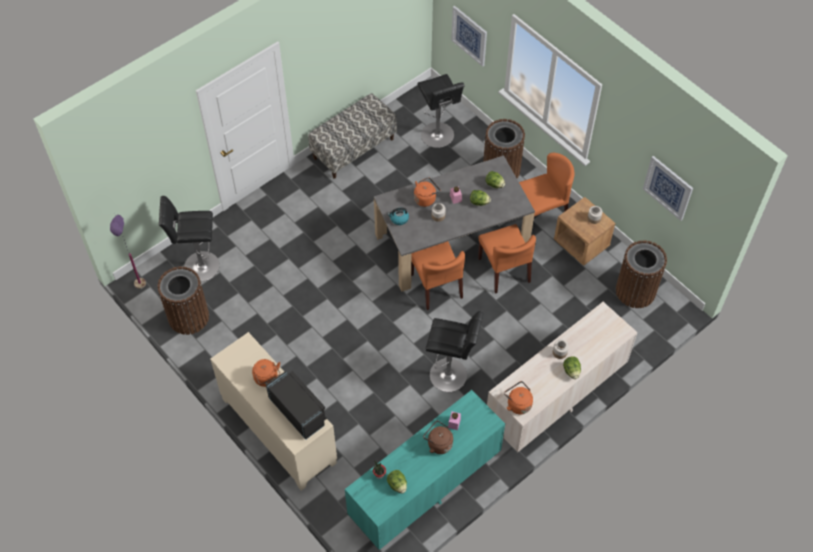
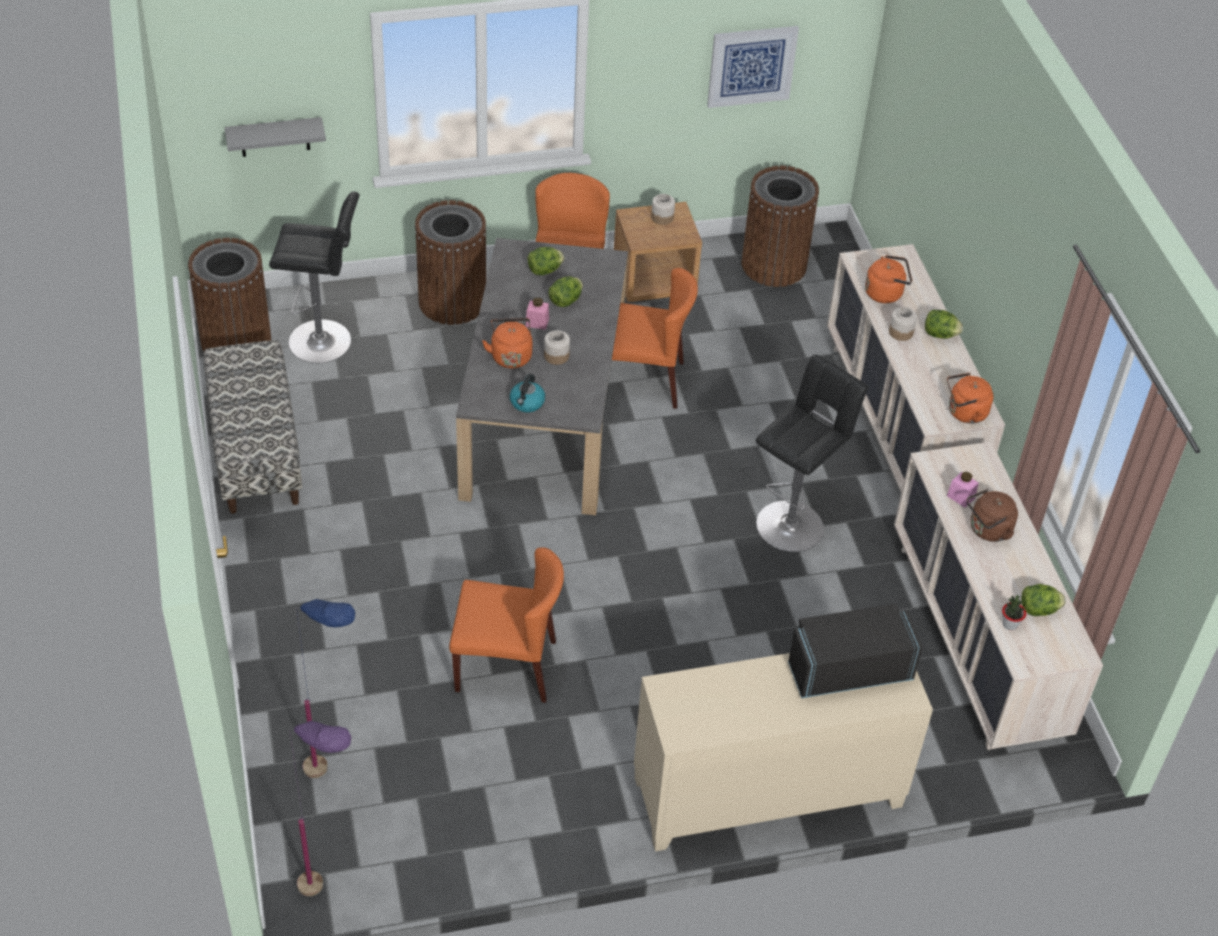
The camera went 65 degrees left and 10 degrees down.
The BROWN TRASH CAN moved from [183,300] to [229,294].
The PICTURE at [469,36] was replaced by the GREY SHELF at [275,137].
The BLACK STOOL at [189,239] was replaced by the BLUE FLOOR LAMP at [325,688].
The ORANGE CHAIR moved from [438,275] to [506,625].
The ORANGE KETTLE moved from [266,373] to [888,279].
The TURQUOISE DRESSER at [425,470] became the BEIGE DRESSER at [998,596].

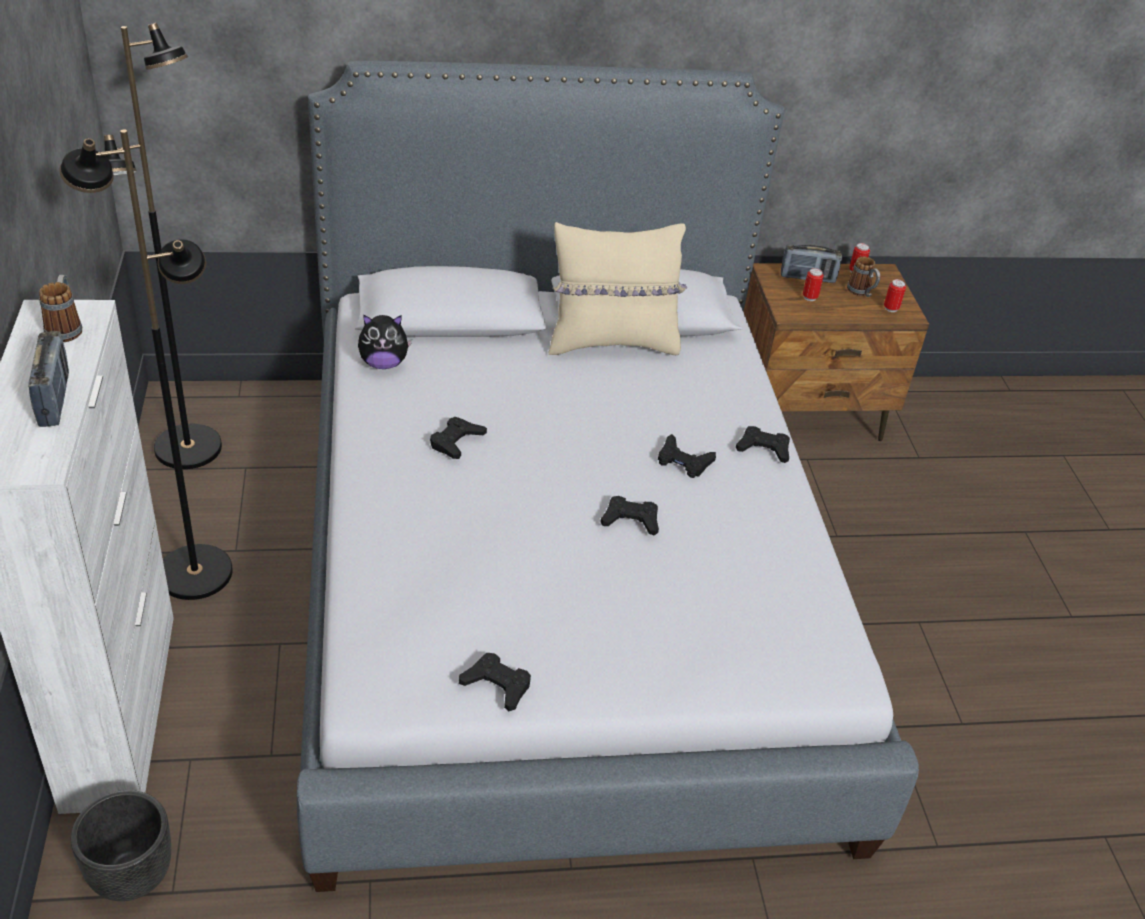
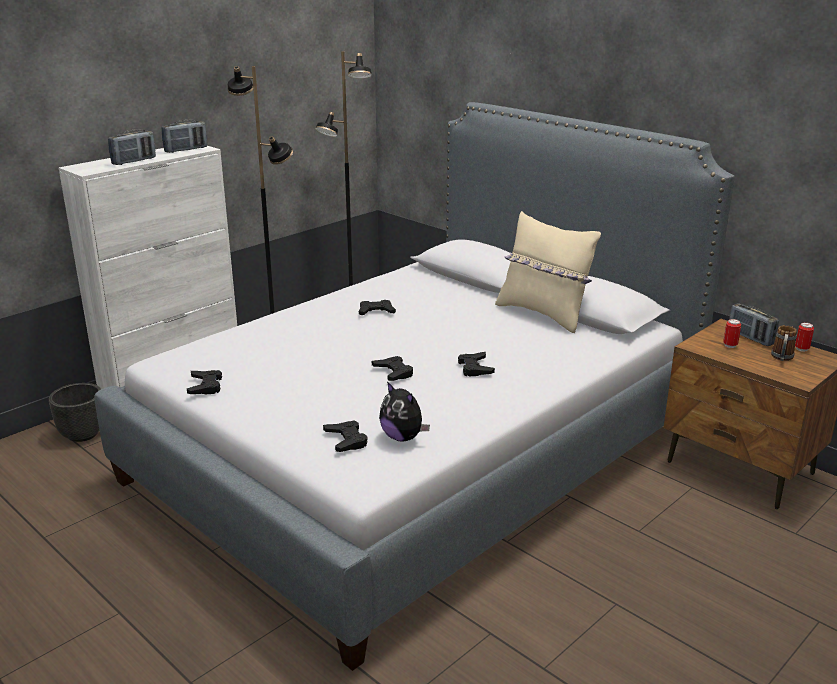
The camera went 55 degrees right and 15 degrees down.
The MUG at [60,308] was replaced by the RADIO at [184,136].
The BLACK GAME CONTROLLER moved from [763,444] to [345,436].
The PLUSH TOY moved from [385,342] to [404,411].
The CAN at [895,295] disappeared.

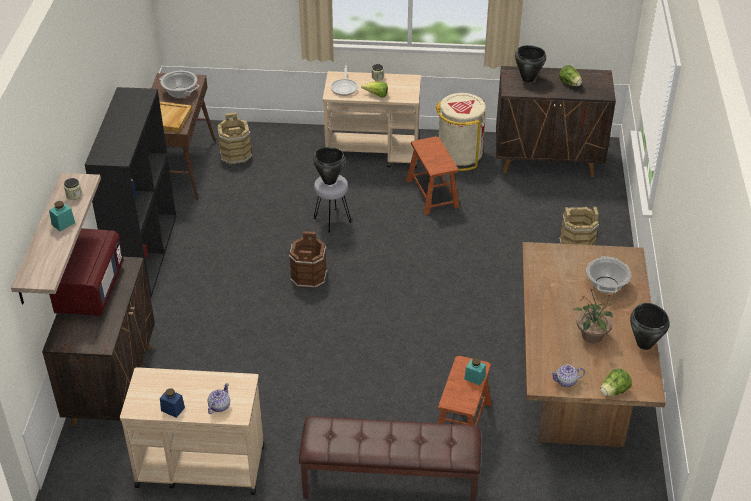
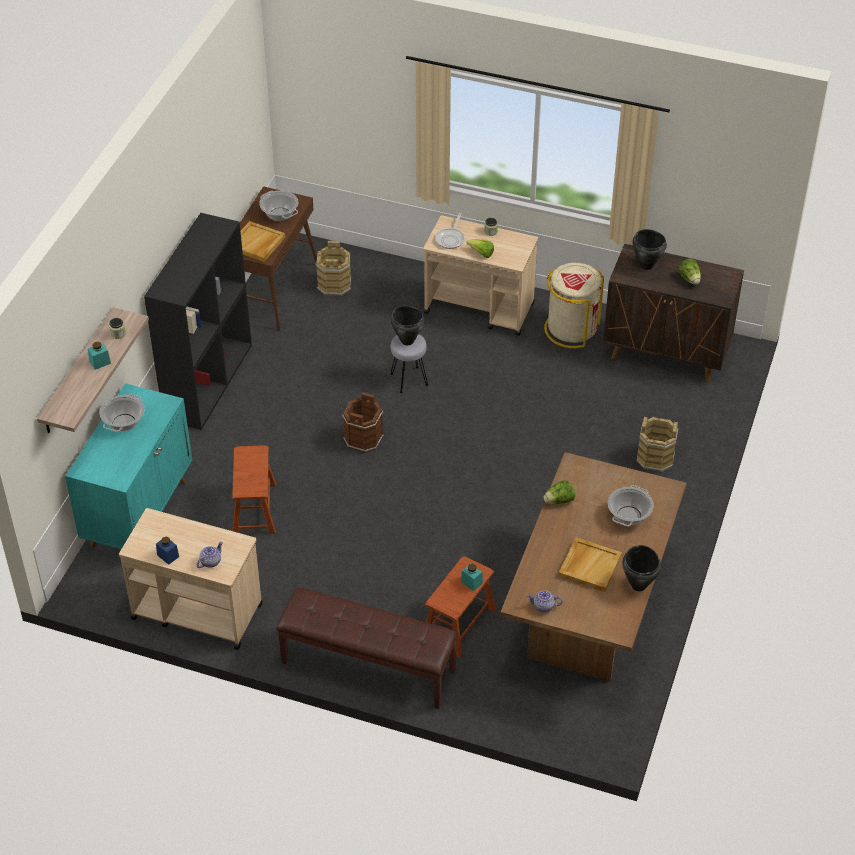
The camera went 15 degrees right and 5 degrees up.
The BROWN CABINET at [98,341] became the TURQUOISE CABINET at [128,466].
The RED MICROWAVE at [86,272] was replaced by the COOKING POT at [122,413].
The BROWN STOOL moved from [433,175] to [254,489].
The LETTUCE moved from [616,382] to [559,492].
The POTTED PLANT at [593,315] was replaced by the BEIGE TRAY at [590,565].

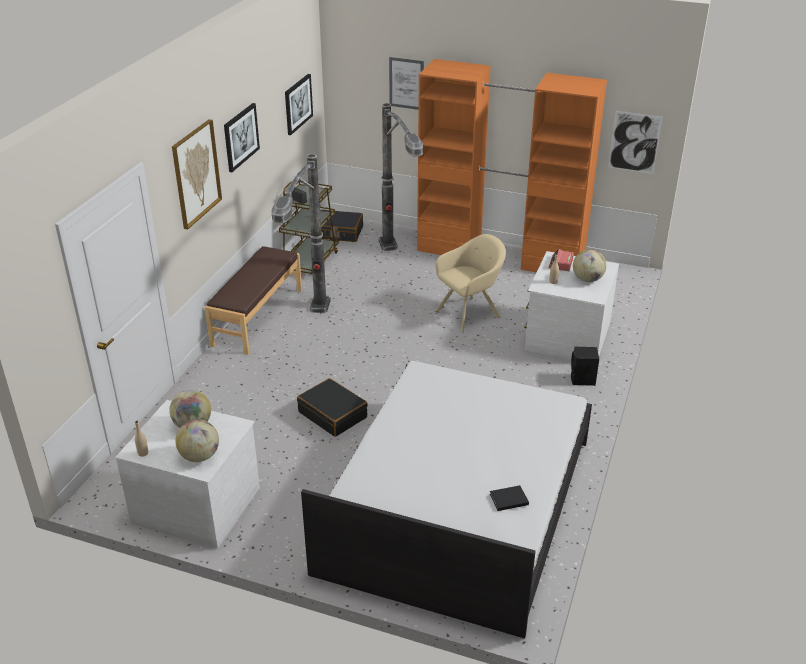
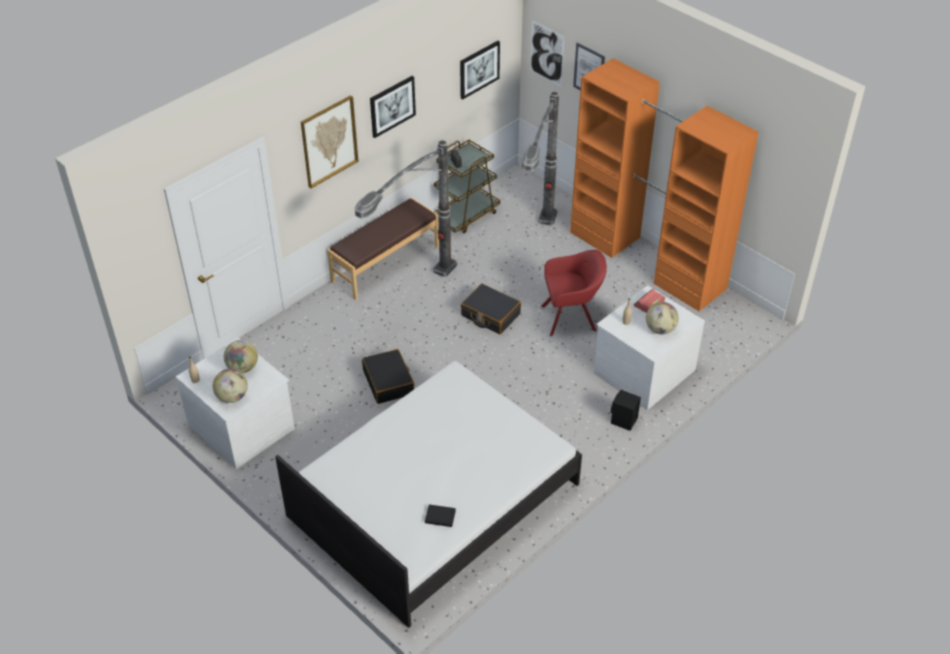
The camera went 25 degrees right and 10 degrees up.
The BLACK SUITCASE moved from [342,226] to [491,308].
The PICTURE moved from [635,142] to [547,53].
The BEIGE ARMCHAIR at [470,283] became the RED ARMCHAIR at [574,293].

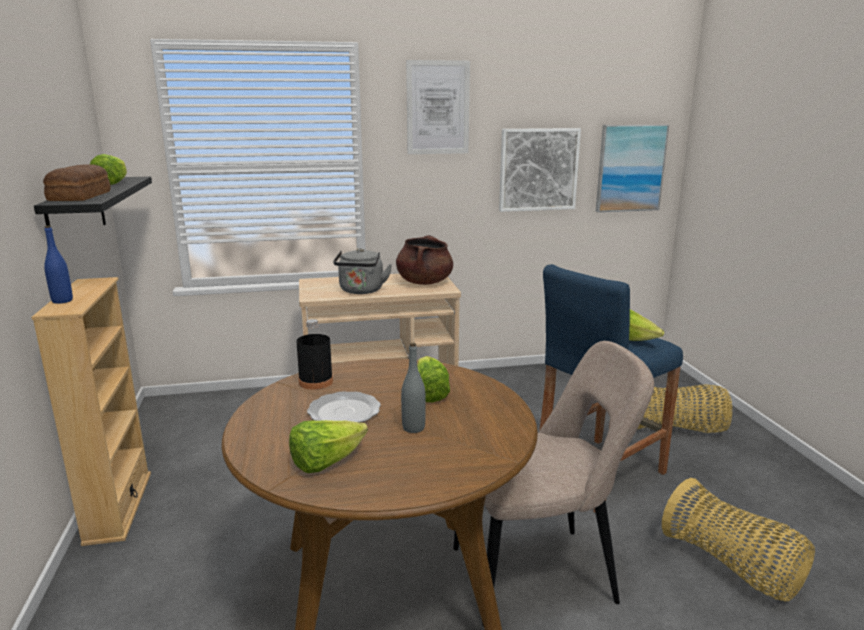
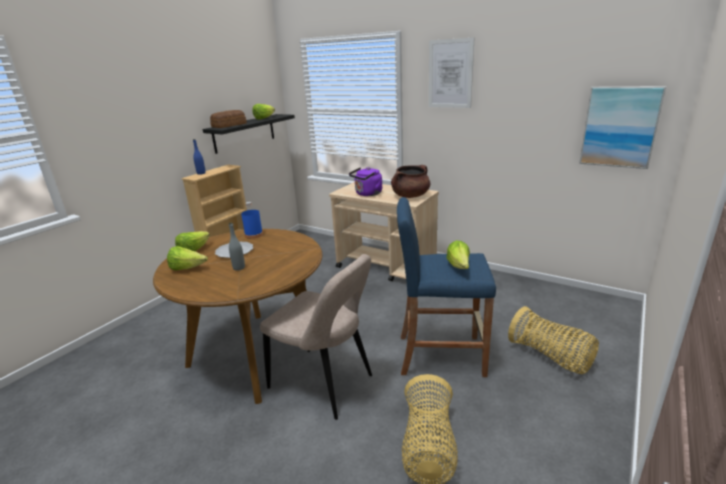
The camera went 45 degrees right and 5 degrees up.
The LETTUCE moved from [433,379] to [192,241].
The BLACK BOTTLE at [314,354] became the BLUE BOTTLE at [252,220].
The GREY KETTLE at [362,271] became the PURPLE KETTLE at [365,181].
The PICTURE at [540,170] disappeared.

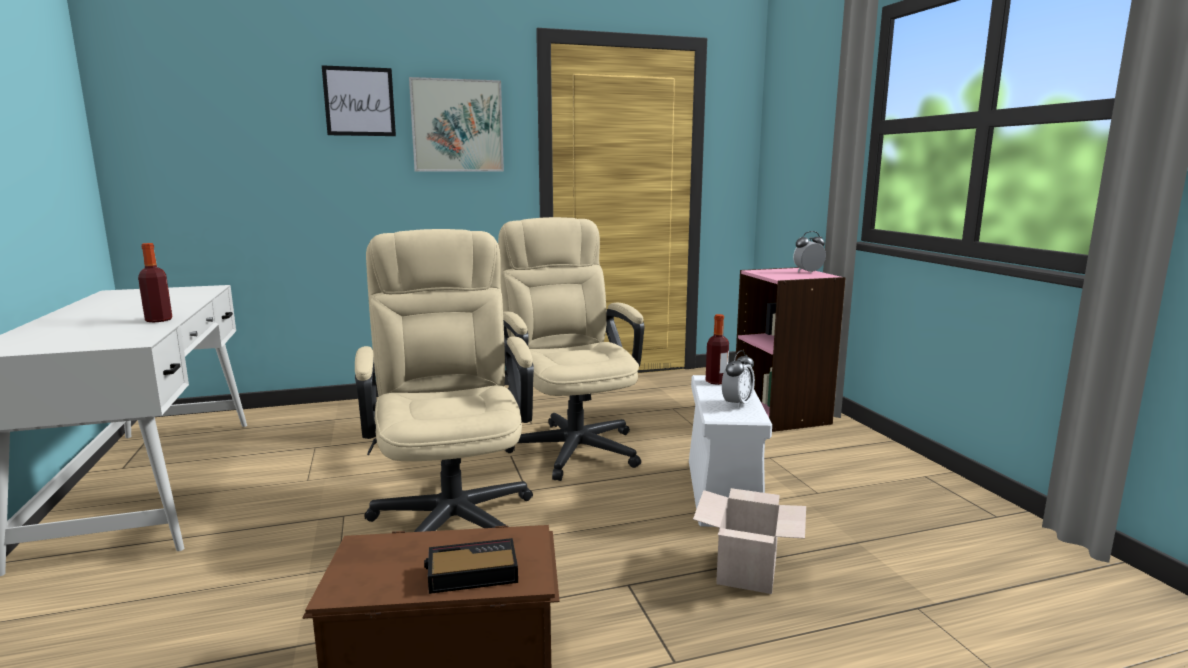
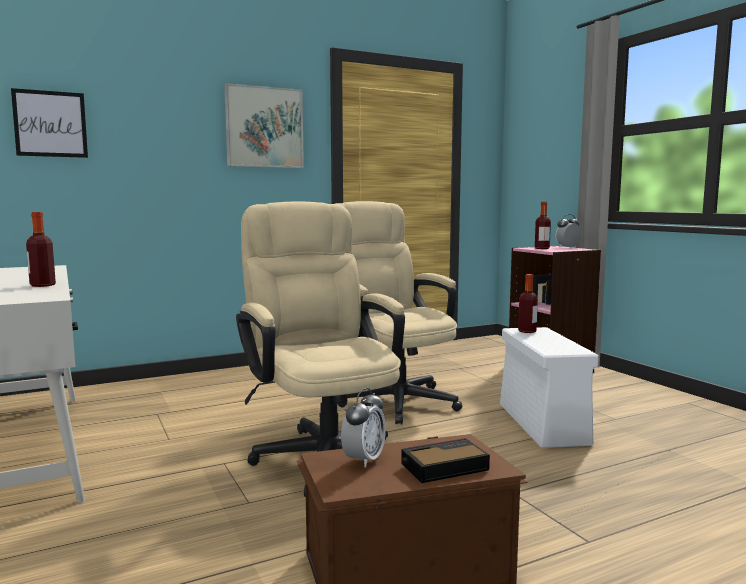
The camera went 10 degrees left and 5 degrees down.
The PICTURE moved from [359,100] to [49,123].
The ALARM CLOCK moved from [738,379] to [363,428].
The BOTTLE at [543,225] appeared.
The CARDBOARD BOX at [749,541] disappeared.

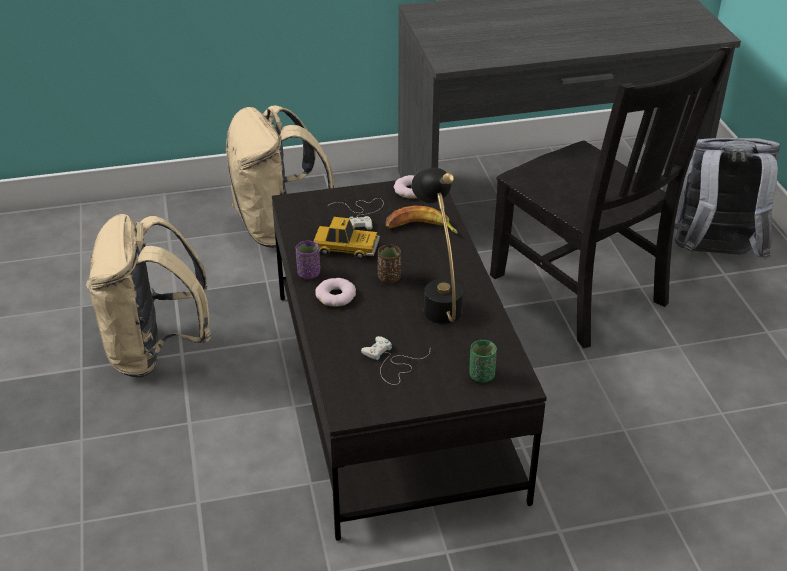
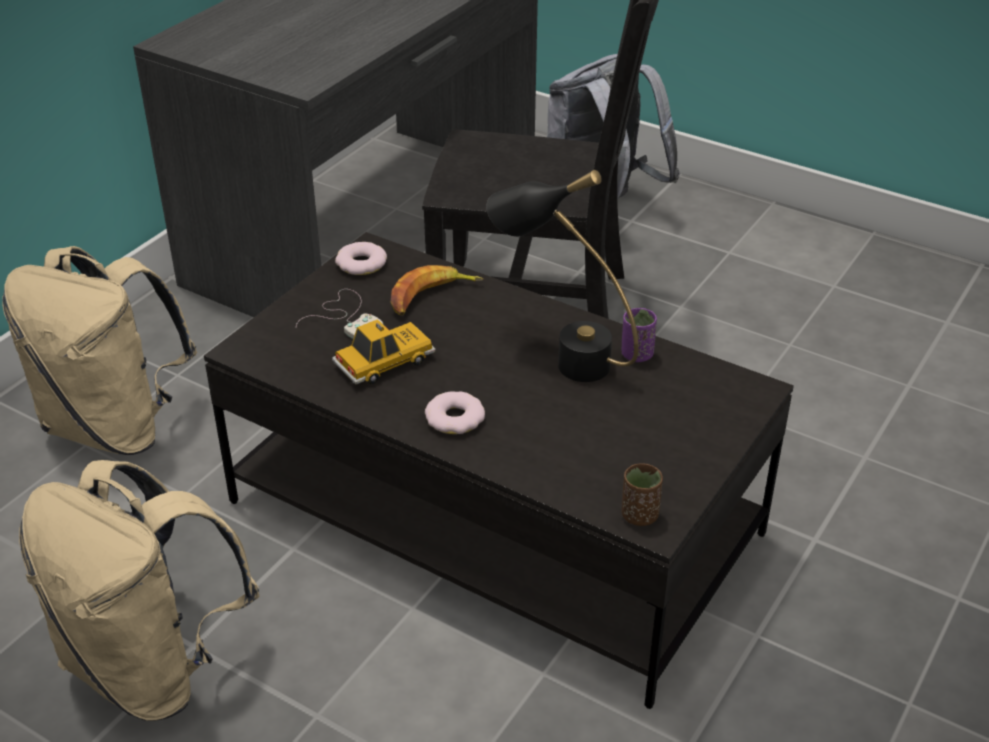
The camera went 45 degrees left and 0 degrees up.
The PURPLE CUP moved from [308,260] to [639,335].
The BROWN CUP moved from [389,264] to [642,494].
The WHITE GAME CONTROLLER at [395,360] disappeared.
The GREEN CUP at [483,361] disappeared.

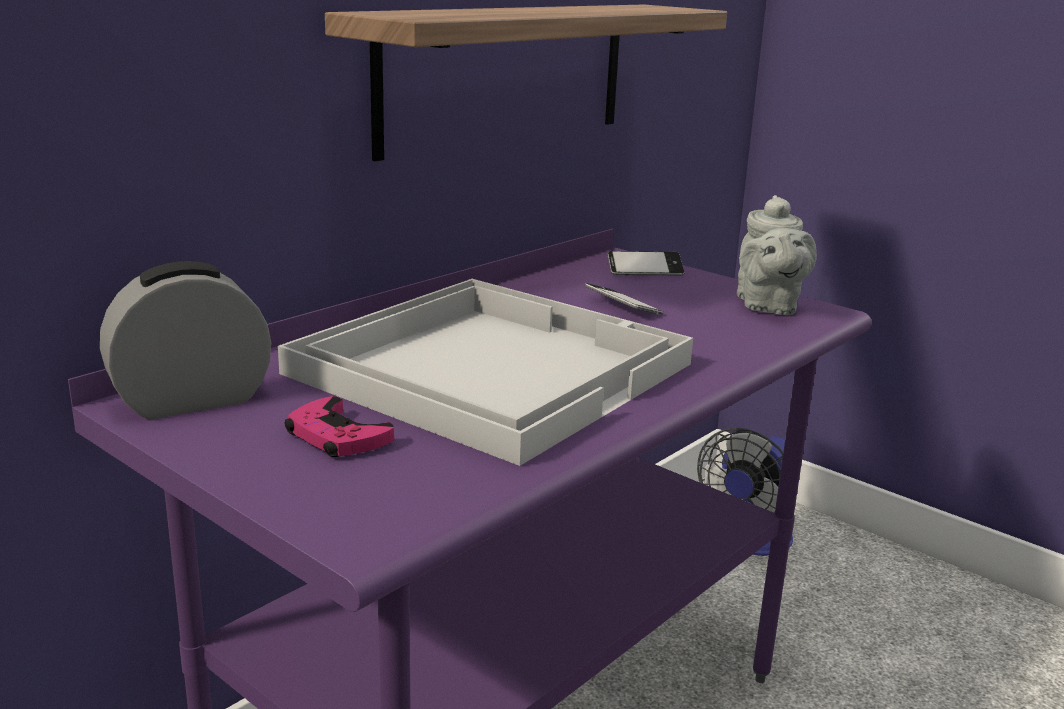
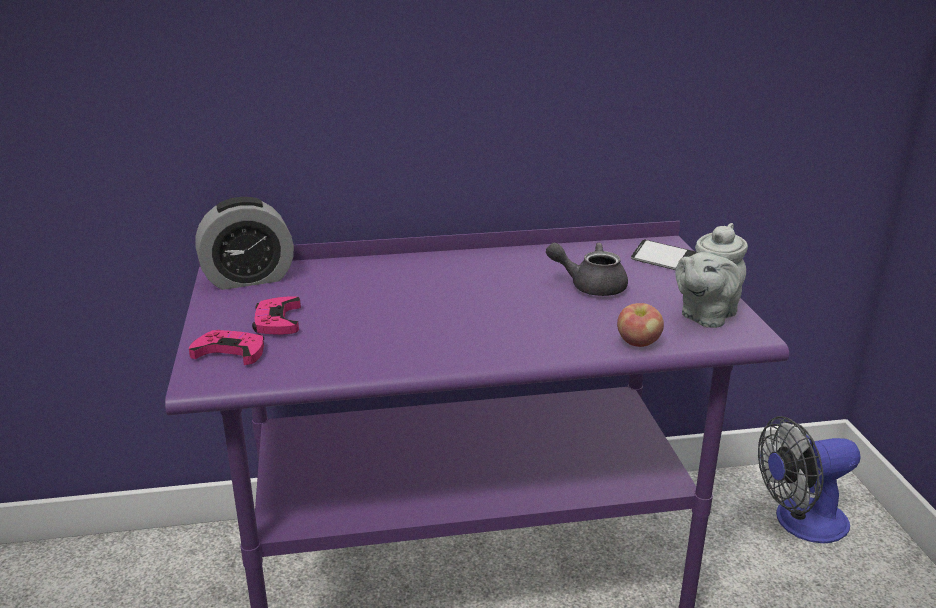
The camera went 40 degrees right and 5 degrees up.
The PINK GAME CONTROLLER at [226,347] appeared.
The ALARM CLOCK at [185,340] turned 150 degrees clockwise.
The PHONE at [624,299] was replaced by the GREY TEAPOT at [587,269].
The APPLE at [640,325] appeared.
The WHITE TRAY at [485,372] disappeared.
The SHELF at [526,83] disappeared.

